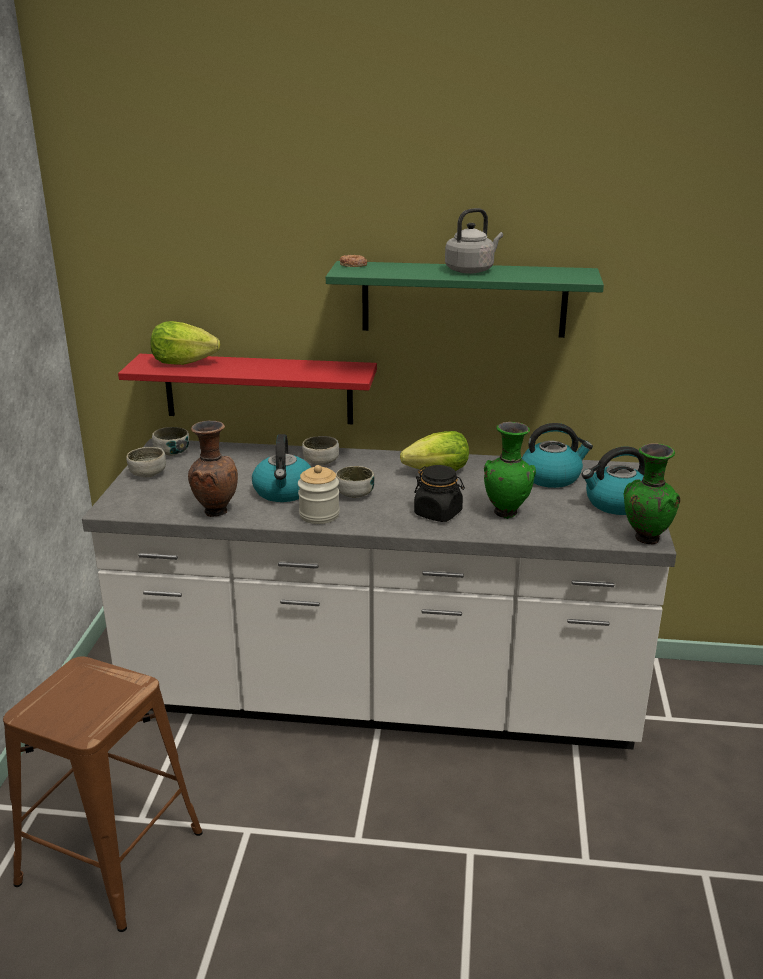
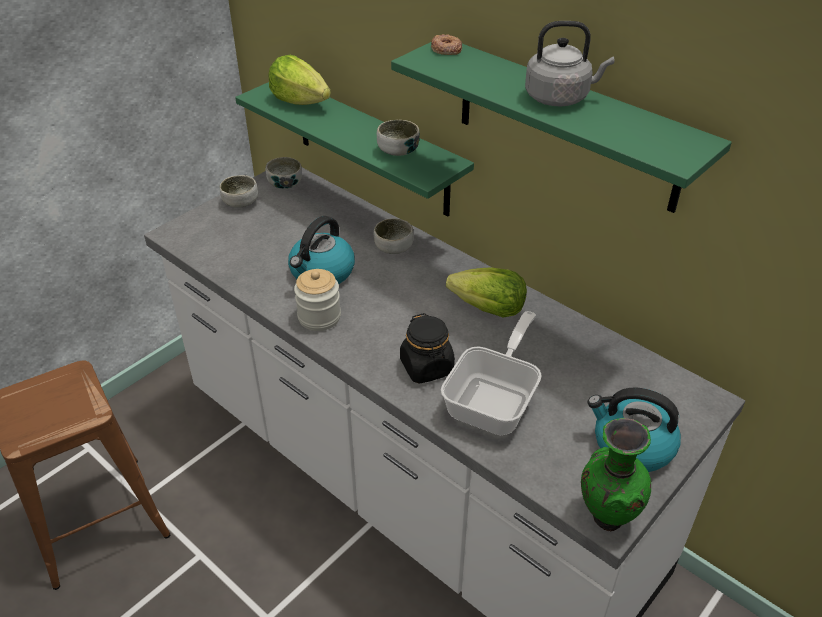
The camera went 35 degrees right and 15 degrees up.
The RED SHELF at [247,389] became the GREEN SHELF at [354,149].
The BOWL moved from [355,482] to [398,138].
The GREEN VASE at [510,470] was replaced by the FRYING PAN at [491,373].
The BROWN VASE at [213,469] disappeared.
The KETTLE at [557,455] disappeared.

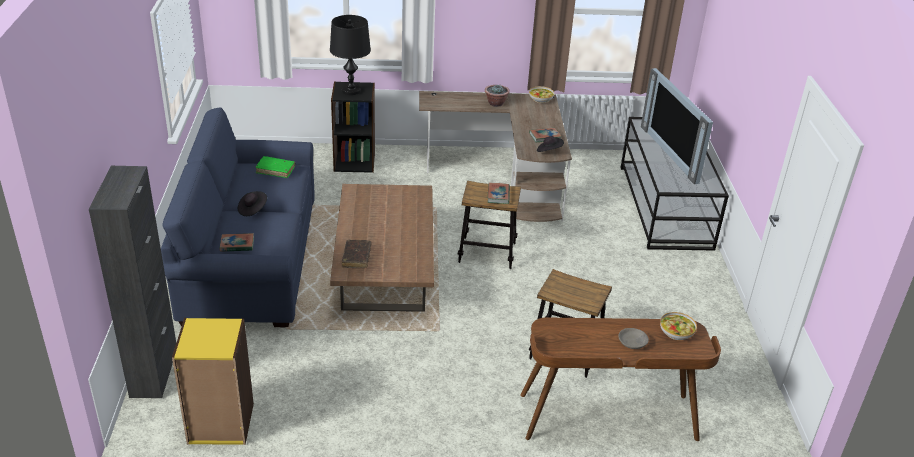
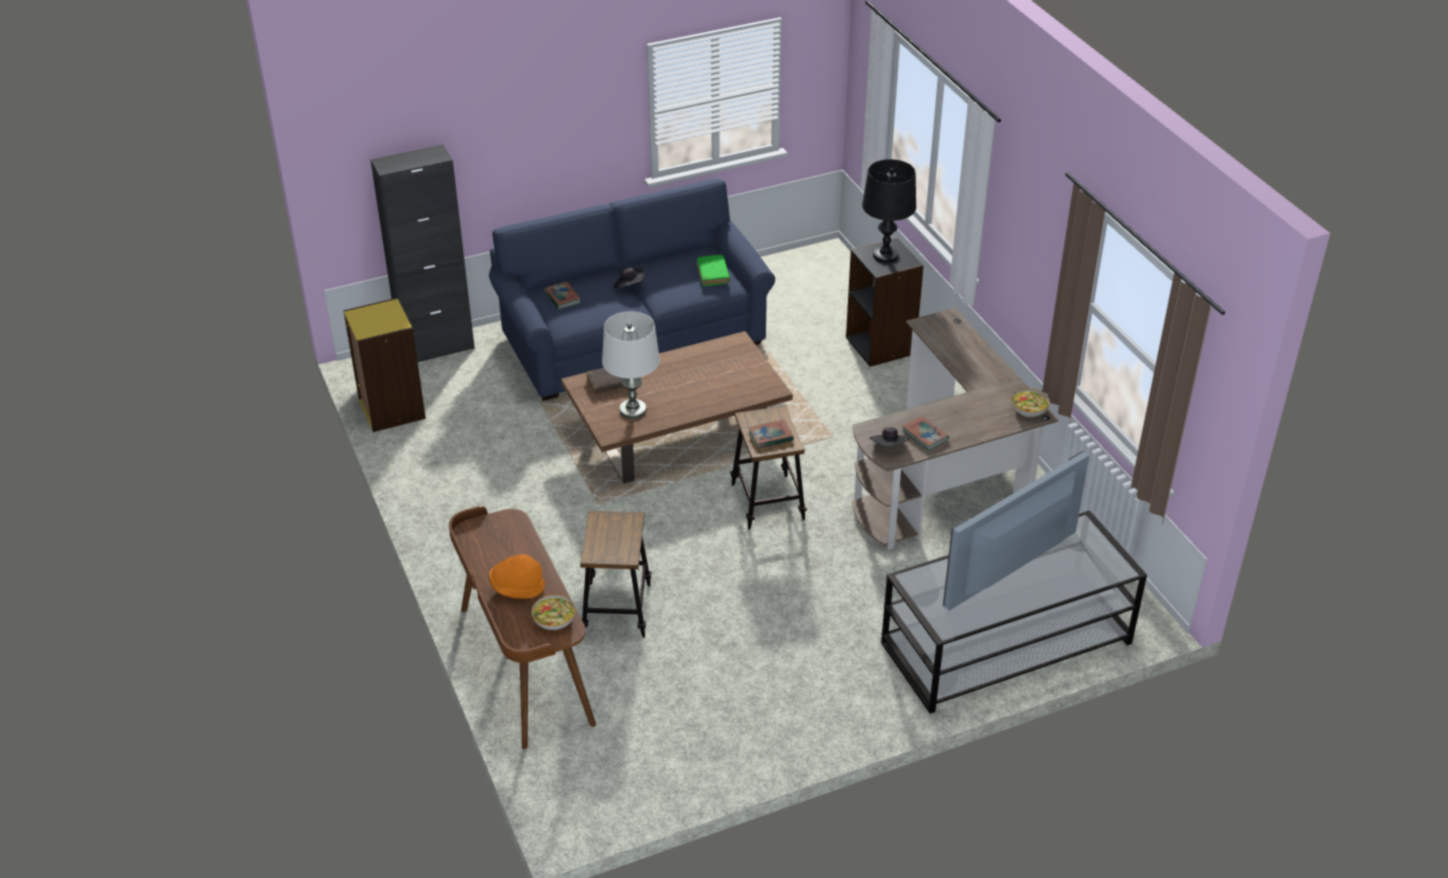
The camera went 70 degrees right and 5 degrees up.
The GREY BOWL at [633,338] was replaced by the ORANGE HAT at [517,576].
The WHITE TABLE LAMP at [631,365] appeared.
The POTTED PLANT at [497,95] disappeared.

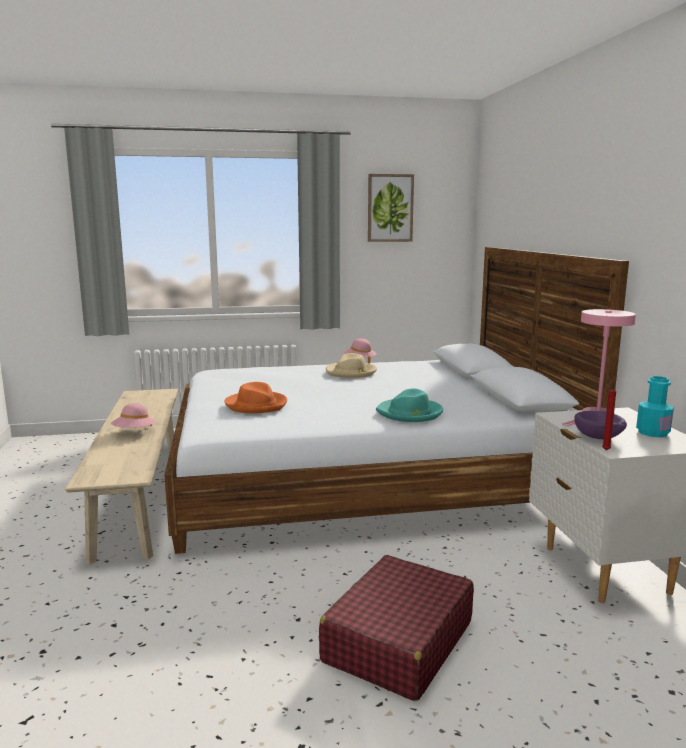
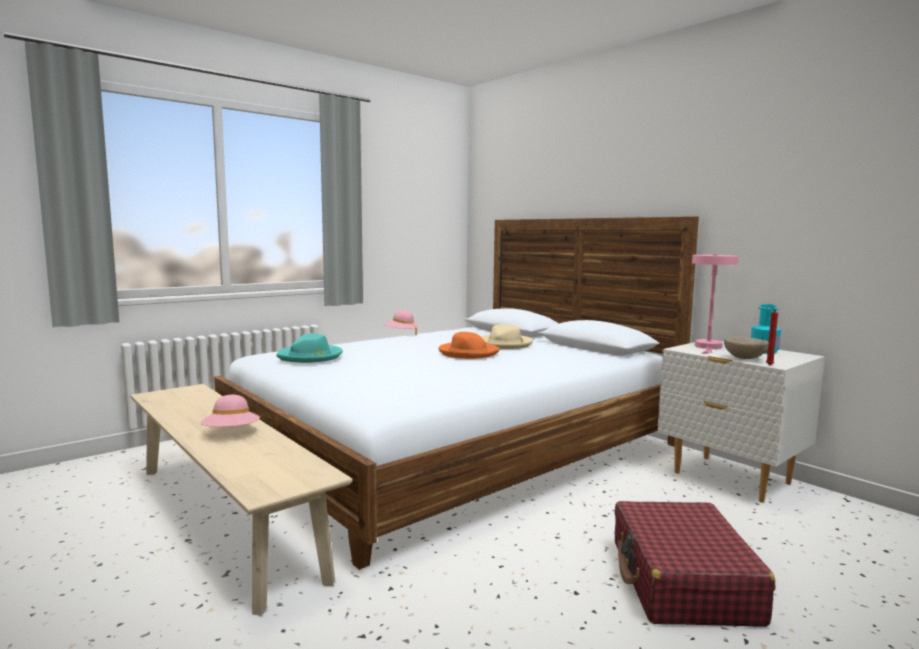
The camera went 30 degrees left and 5 degrees down.
The TURQUOISE HAT moved from [409,405] to [309,348].
The ORANGE HAT moved from [255,398] to [469,345].
The BEIGE HAT moved from [351,365] to [507,336].
The PURPLE BOWL at [600,425] became the BEIGE BOWL at [746,347].
The PICTURE at [391,208] disappeared.

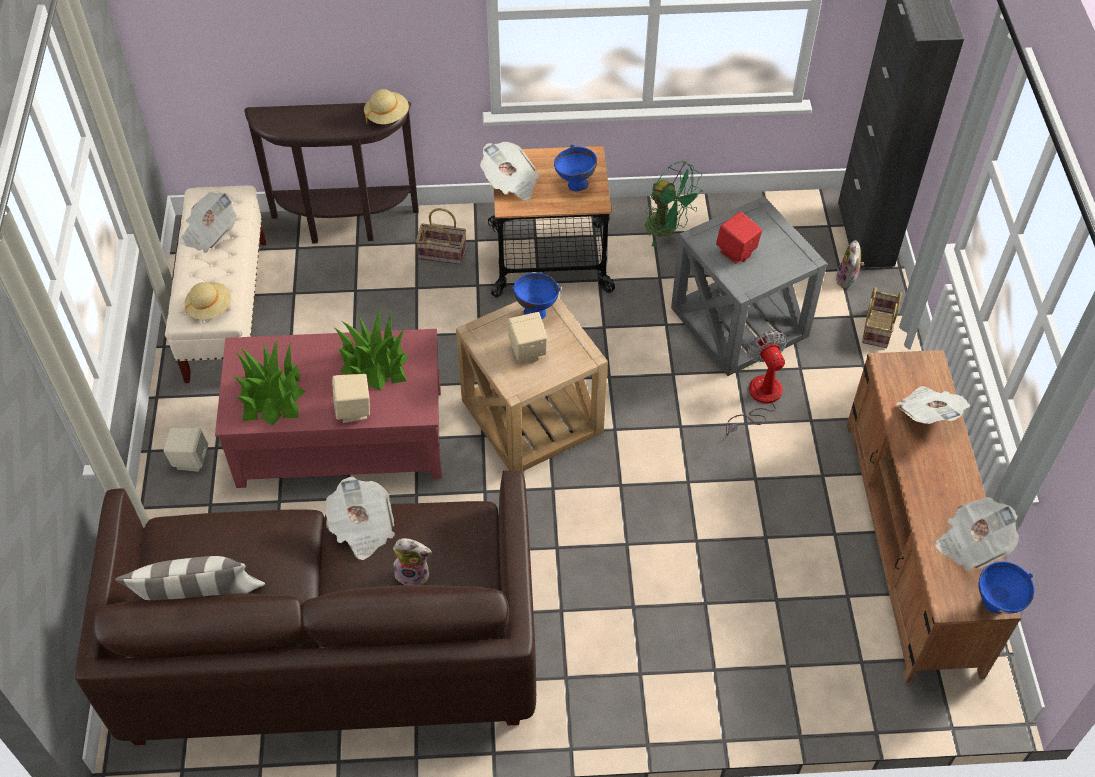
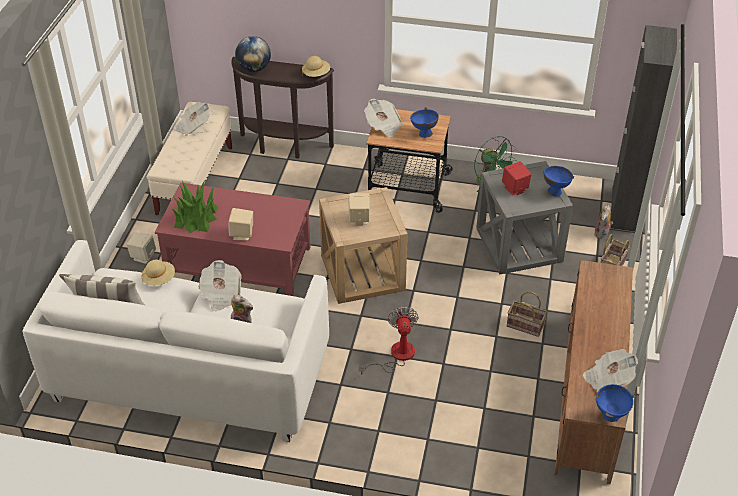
The camera went 15 degrees right and 10 degrees down.
The BROWN SOFA at [305,608] became the WHITE SOFA at [176,341].
The BEIGE HAT moved from [208,301] to [158,273].
The GLOBE at [253,54] appeared.
The FAN moved from [756,383] to [389,340].
The BASKET moved from [441,236] to [527,314].
The BLUE BOWL moved from [536,296] to [559,181].
The POTTED PLANT at [371,349] disappeared.
The NEWSPAPER at [933,405] disappeared.

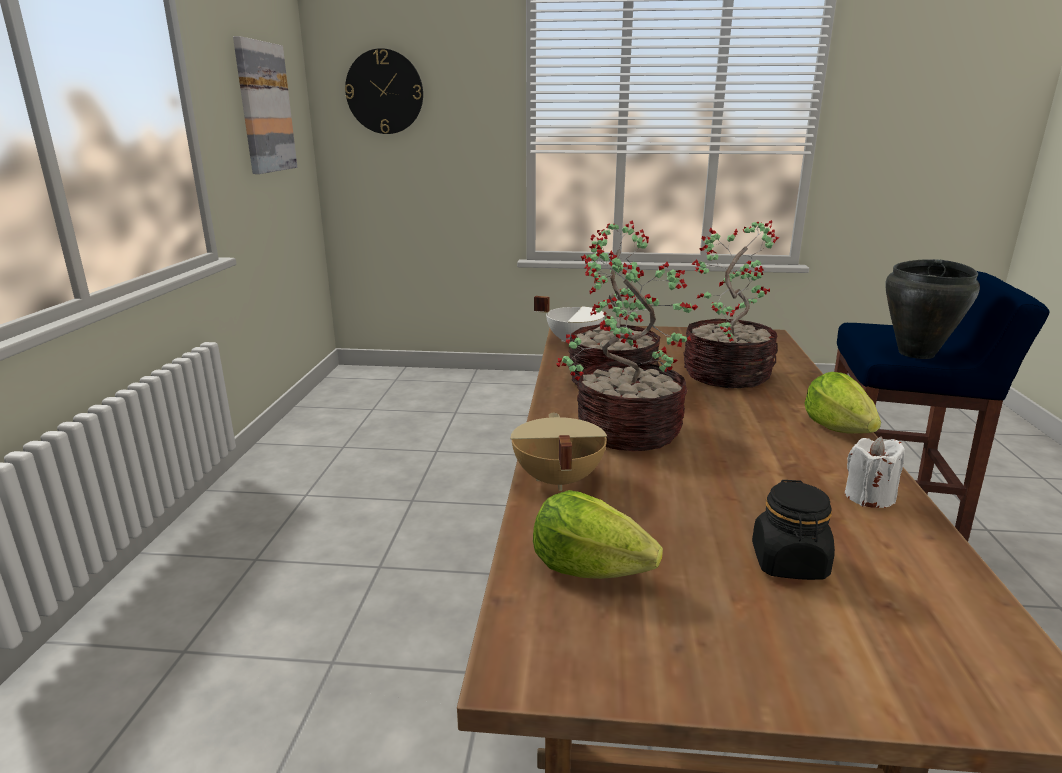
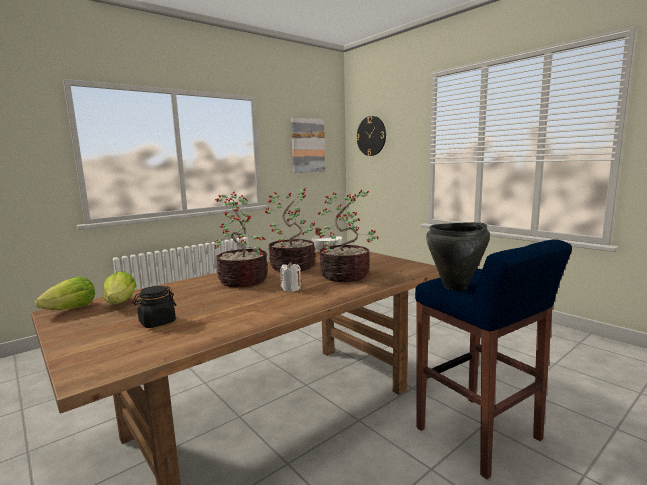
The camera went 45 degrees right and 10 degrees down.
The LETTUCE moved from [842,403] to [65,293].
The WHITE CANDLE moved from [875,472] to [290,277].
The BEIGE COOKING POT at [559,451] disappeared.

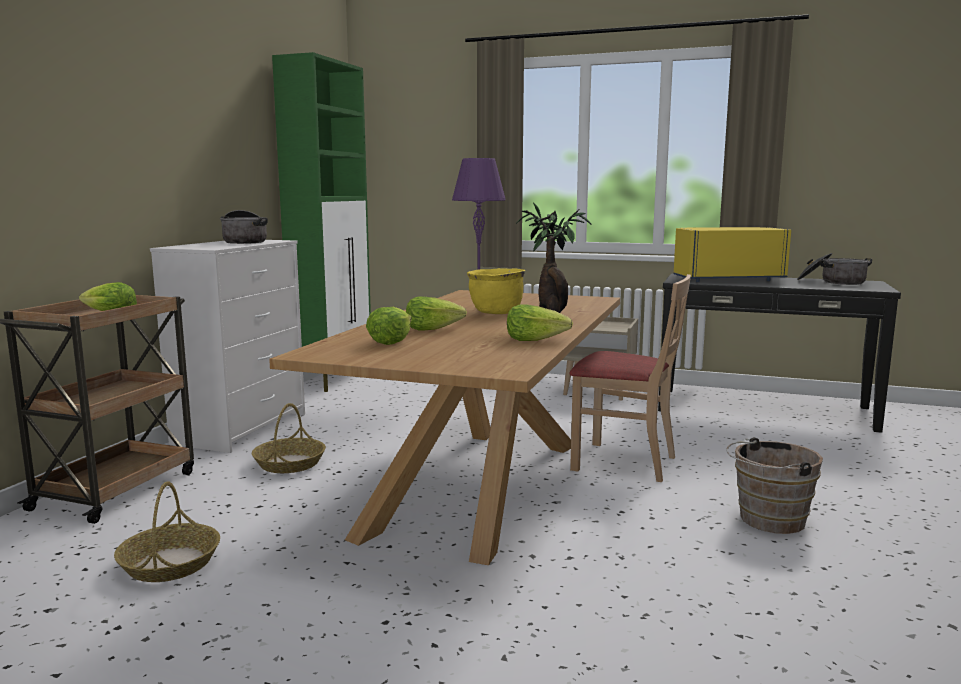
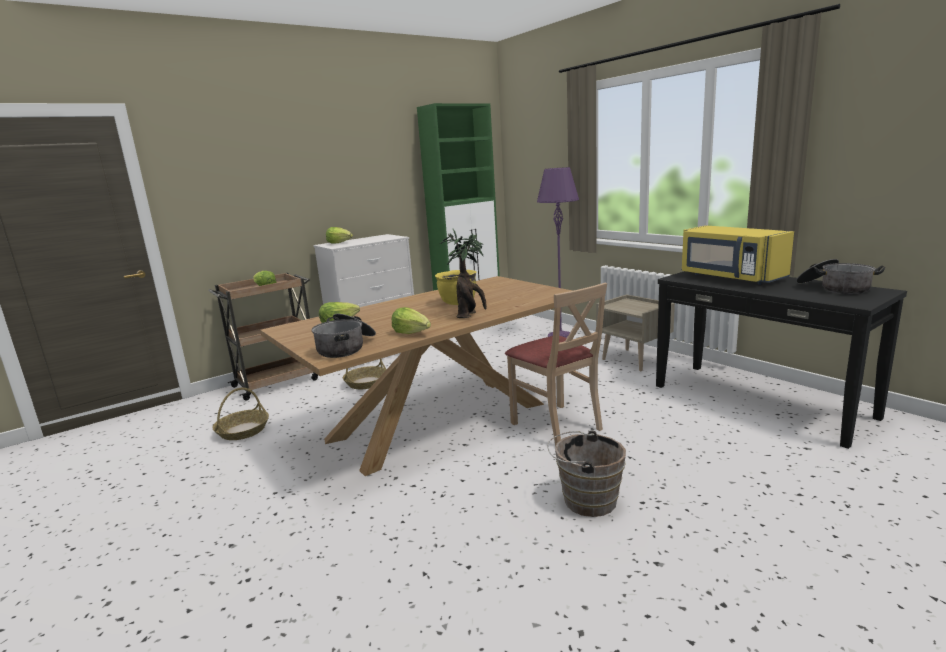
The camera went 35 degrees right and 5 degrees up.
The COOKING POT moved from [244,227] to [343,336].
The LETTUCE moved from [436,313] to [339,235].
The YELLOW MICROWAVE at [732,254] turned 150 degrees counterclockwise.

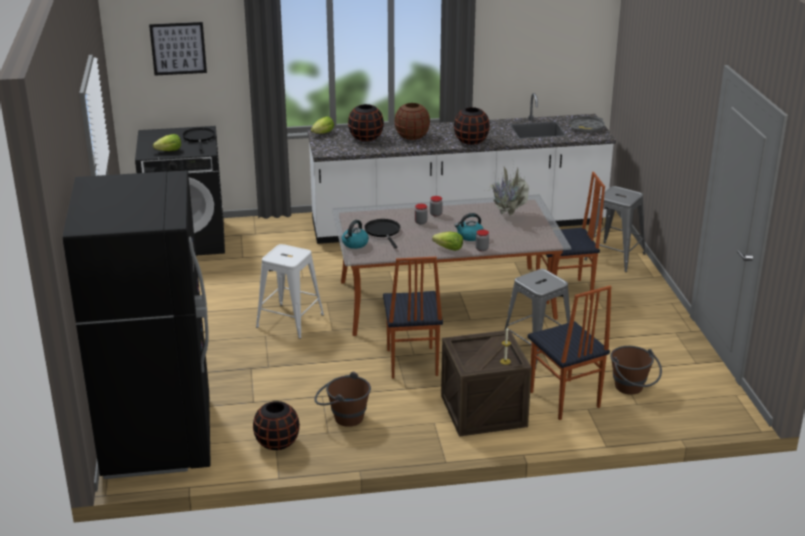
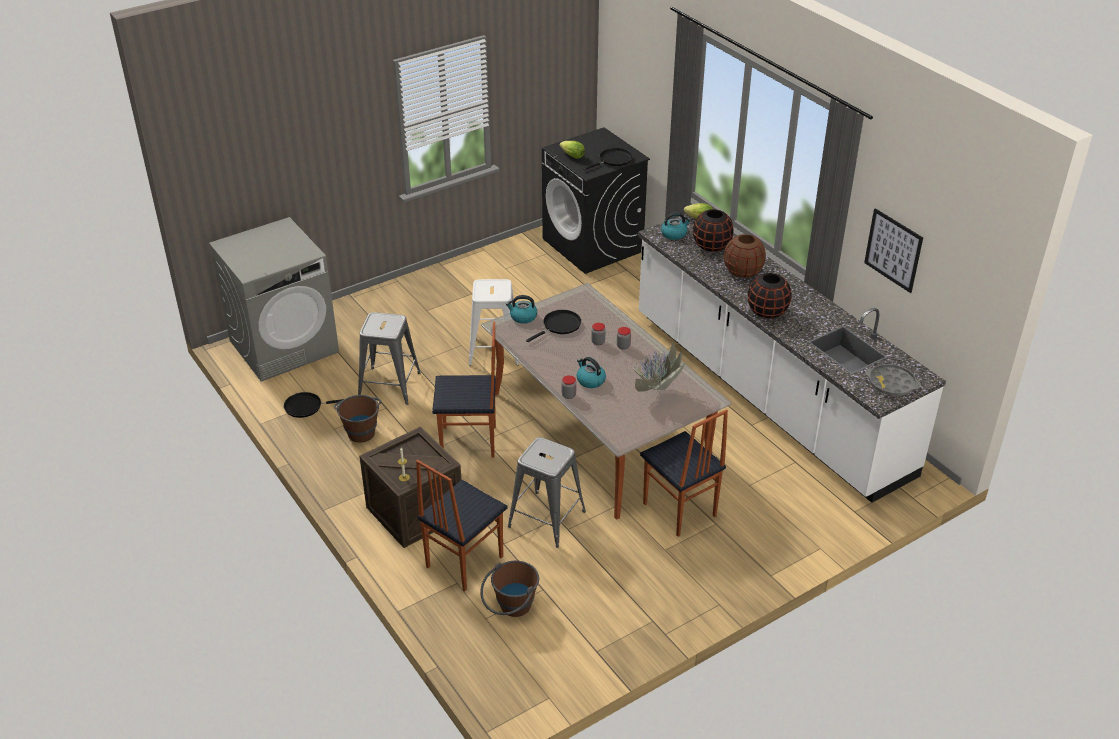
The camera went 65 degrees right and 10 degrees up.
The BLACK FRIDGE at [137,325] was replaced by the GREY WASHING MACHINE at [274,299].
The BLACK VASE at [276,425] was replaced by the BLACK FRYING PAN at [314,405].
The GREY STOOL moved from [614,229] to [389,358].
The CHAIR at [413,317] turned 150 degrees counterclockwise.
The KETTLE at [676,226] appeared.
The PICTURE moved from [178,48] to [893,250].
The LETTUCE at [447,241] disappeared.

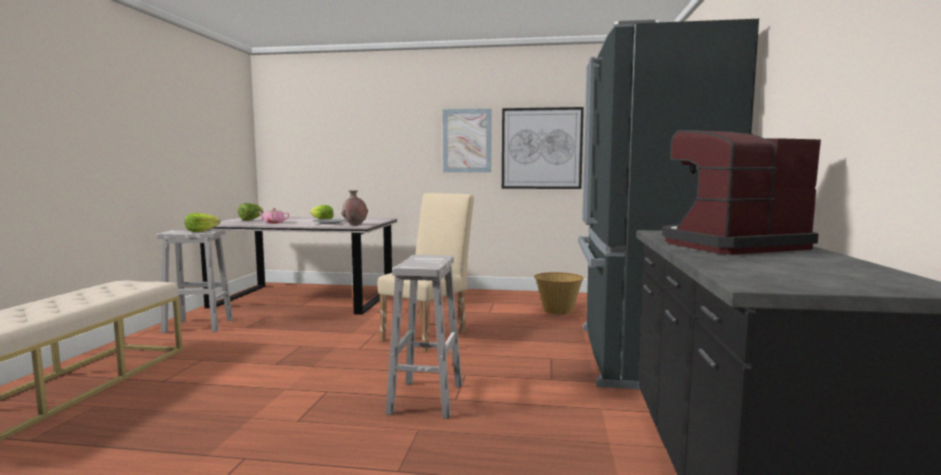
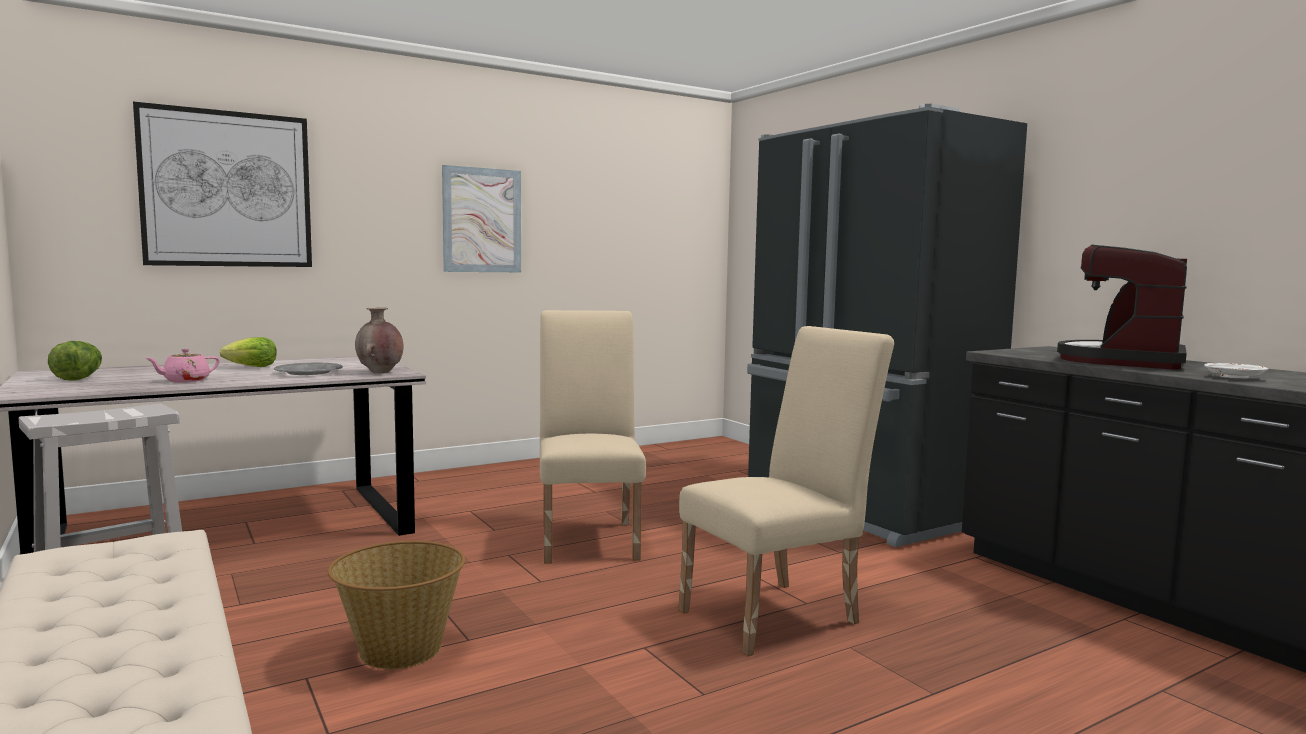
The camera went 40 degrees left and 0 degrees up.
The PICTURE moved from [543,148] to [222,184].
The BASKET moved from [559,293] to [396,605].
The WHITE STOOL at [424,337] was replaced by the BEIGE CHAIR at [786,491].
The WHITE PLATE at [1236,370] appeared.
The LETTUCE at [202,222] disappeared.

